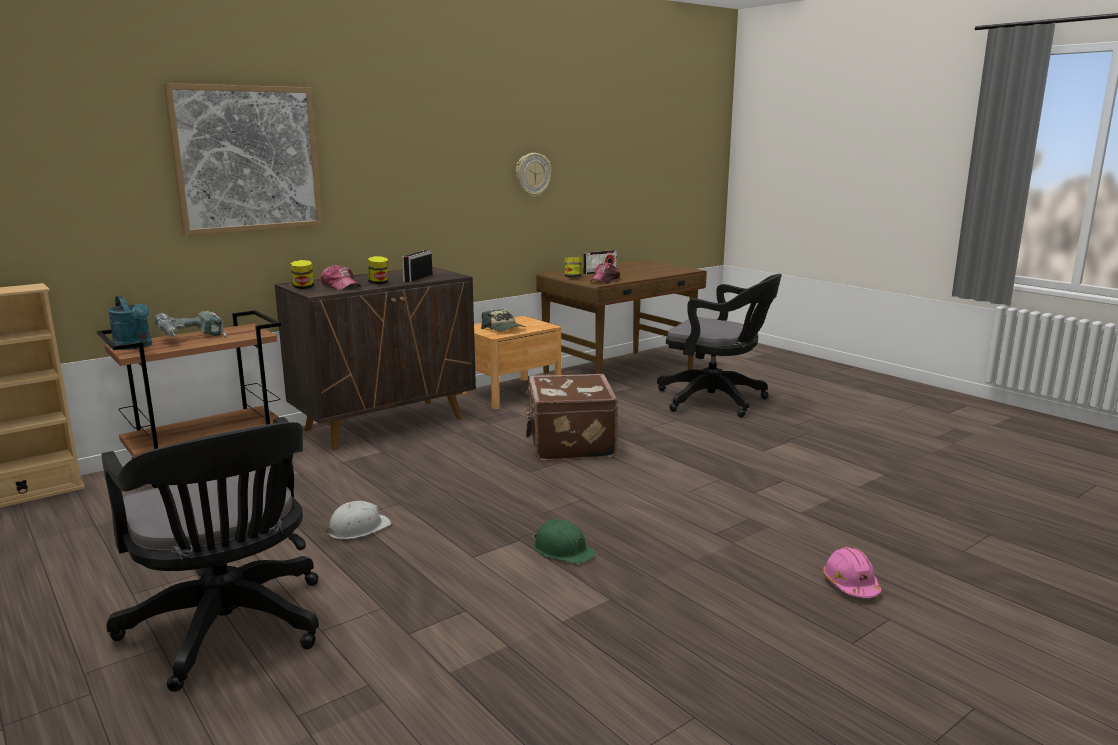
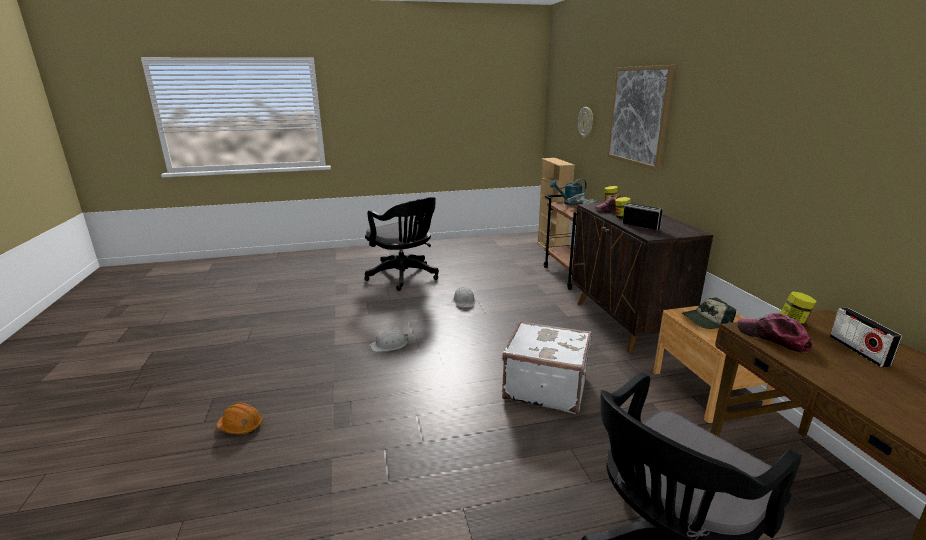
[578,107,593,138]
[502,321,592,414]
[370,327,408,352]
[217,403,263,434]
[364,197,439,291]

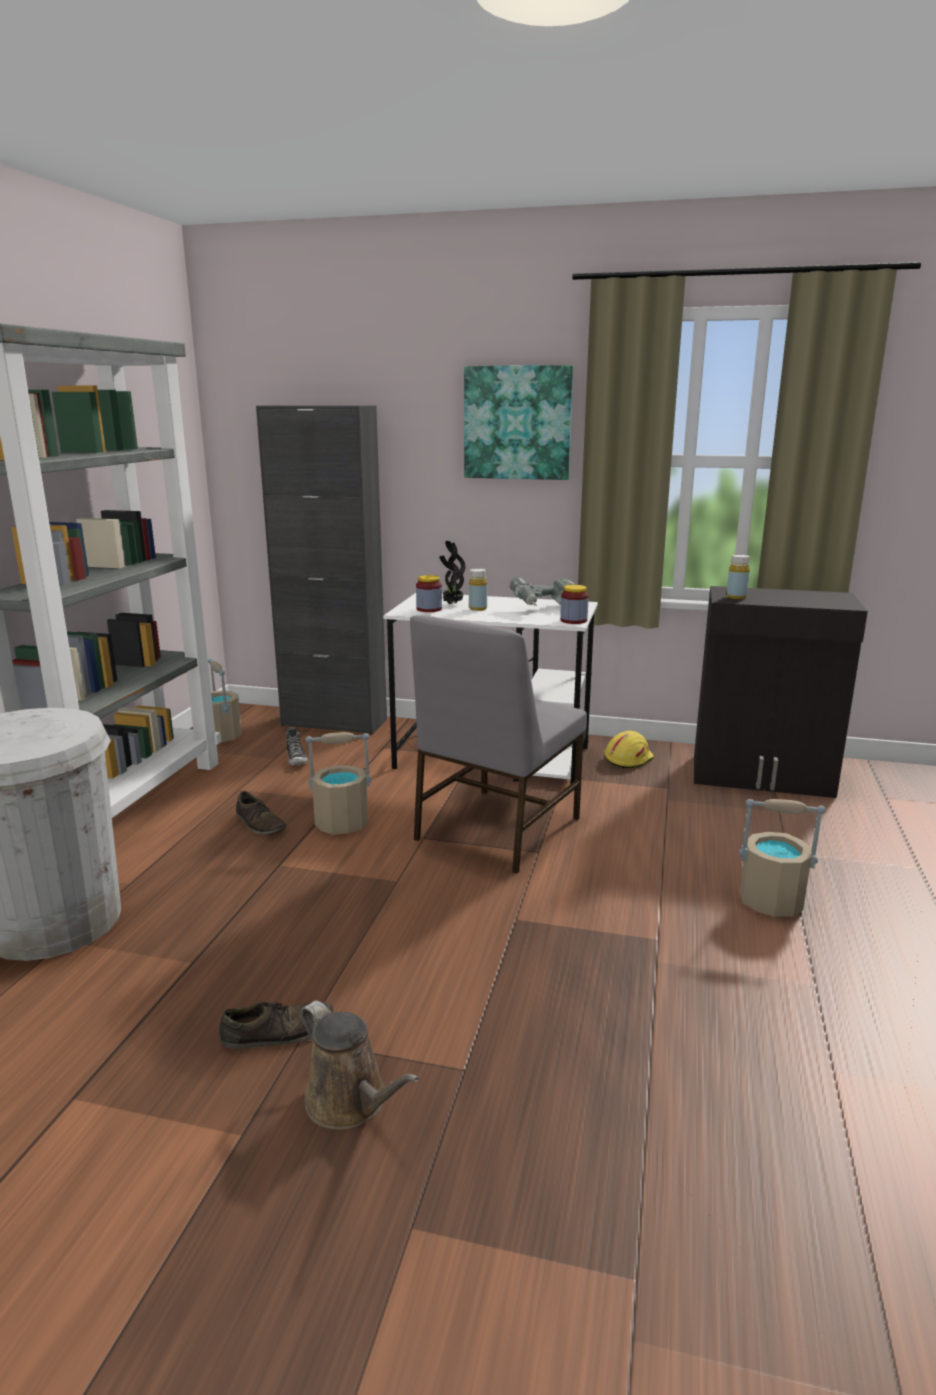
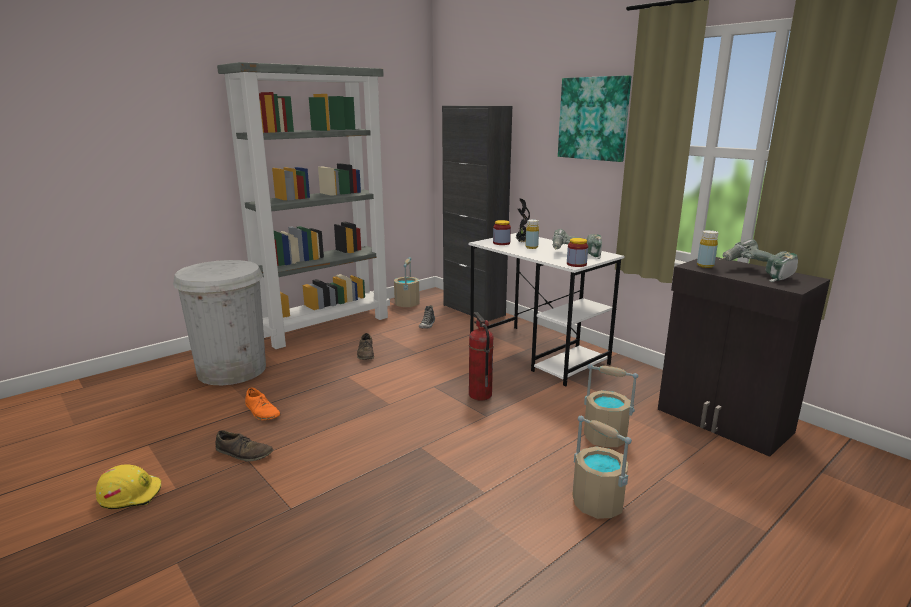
[301,1001,419,1130] (first image)
[245,387,281,420]
[719,239,798,282]
[584,364,638,447]
[96,464,161,509]
[469,312,494,401]

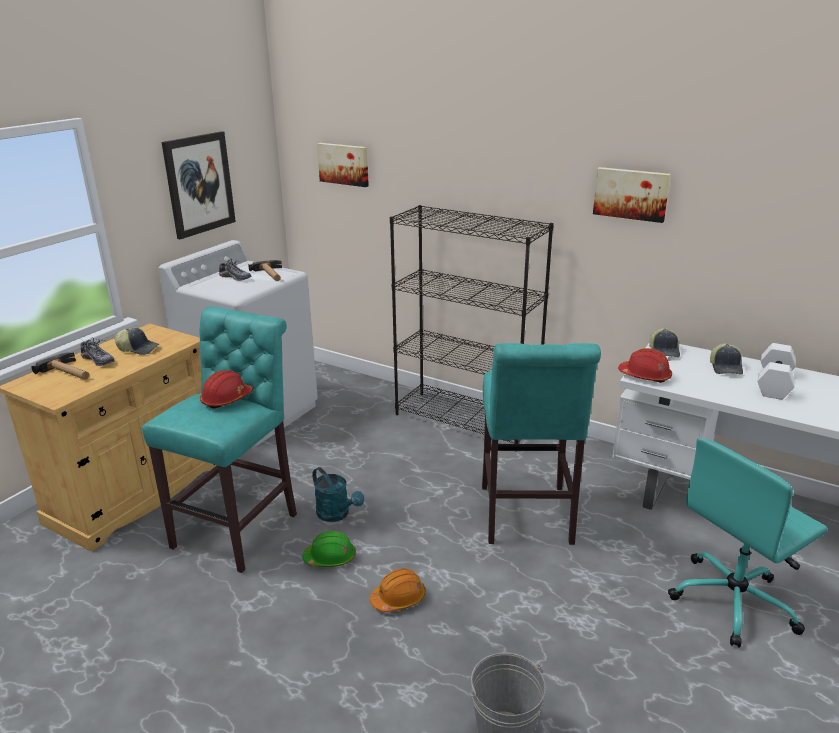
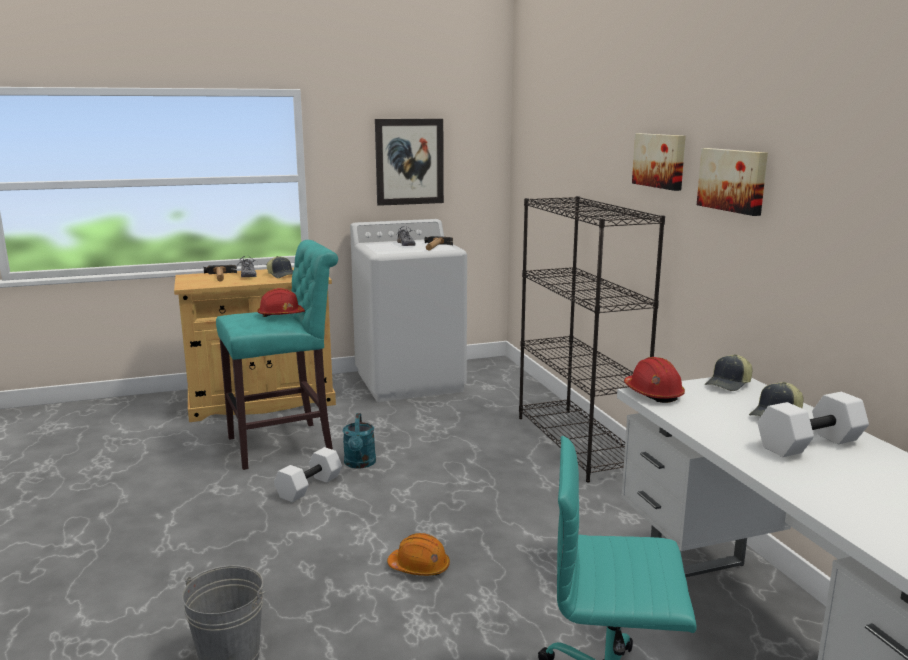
[482,343,601,545] (first image)
[632,133,686,191]
[387,533,450,576]
[274,447,342,502]

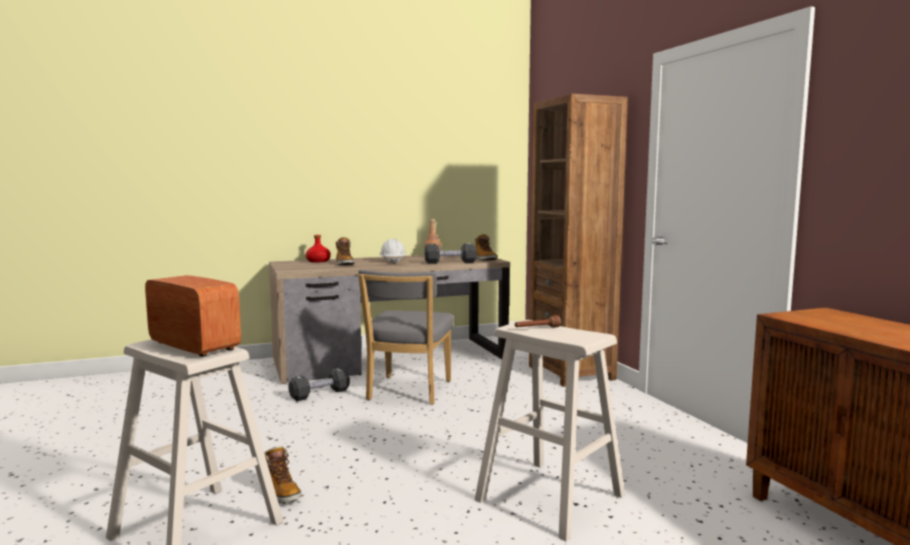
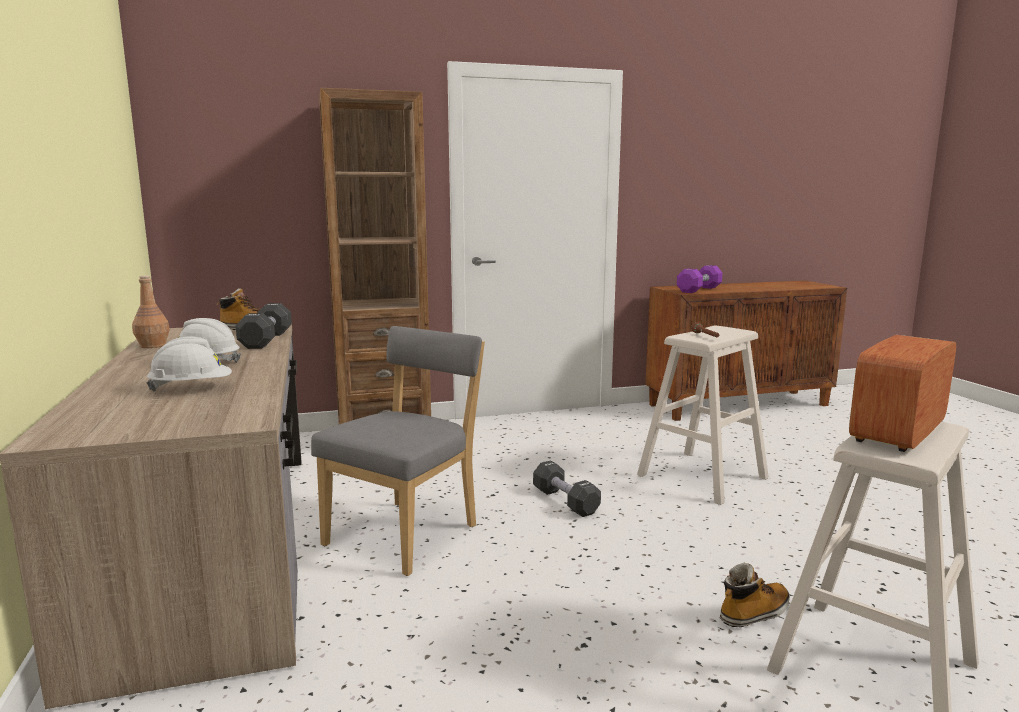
[306,235,331,263] (first image)
[677,265,723,293]
[533,461,601,517]
[146,336,232,392]
[311,326,485,576]

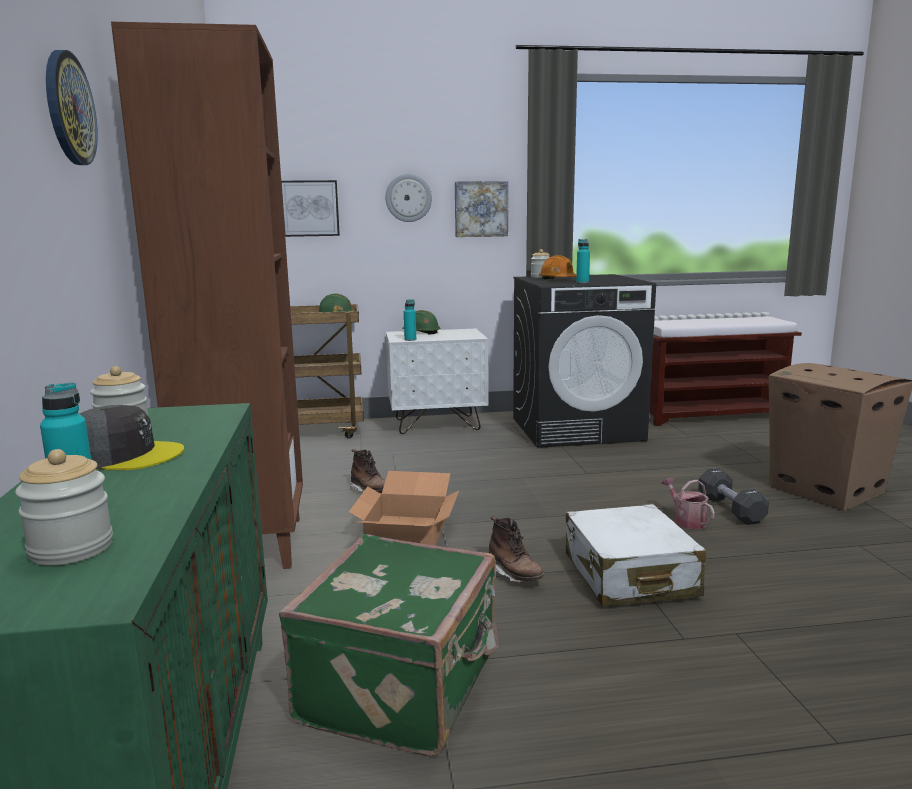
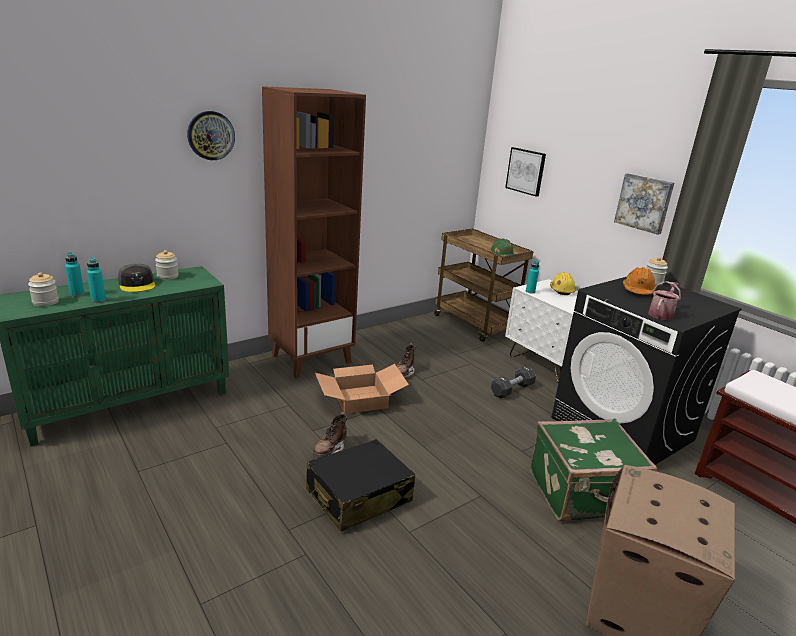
[386,174,432,222] (first image)
[530,418,657,522]
[87,257,106,303]
[648,281,681,320]
[491,366,536,399]
[550,272,576,295]
[306,439,415,532]

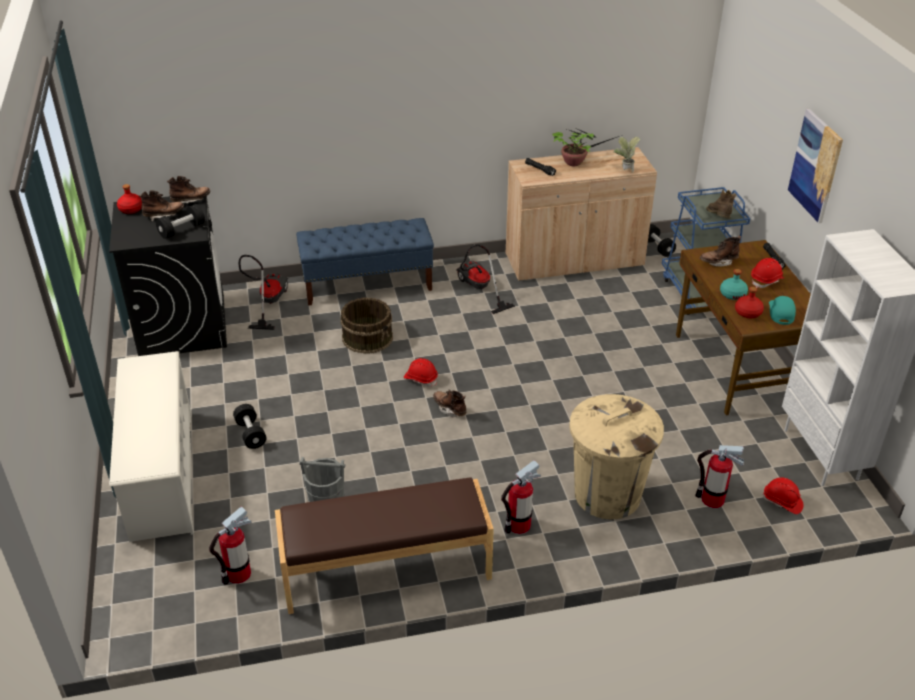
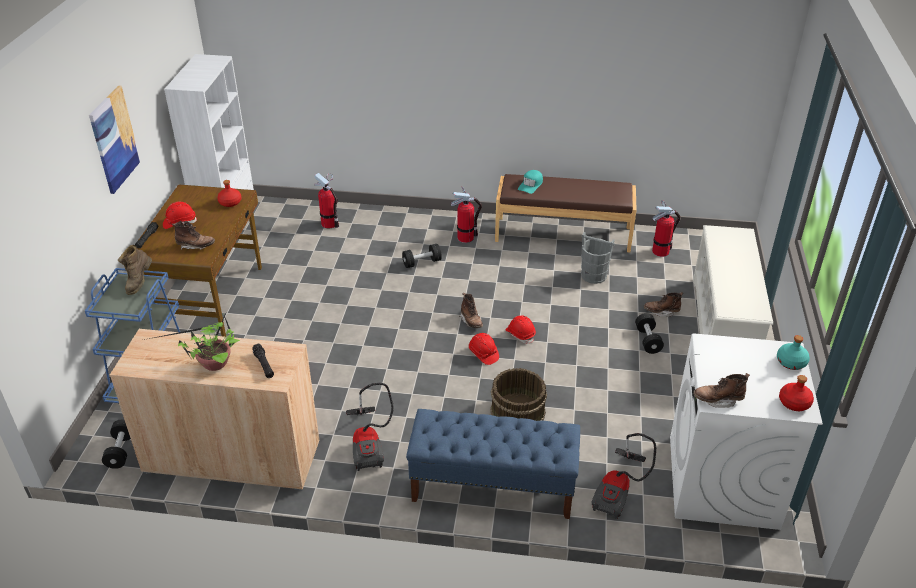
[569,394,664,519] (first image)
[613,137,640,173] (first image)
[644,292,683,317]
[402,244,442,268]
[777,335,810,370]
[505,315,536,344]
[518,170,543,194]
[670,333,823,530]

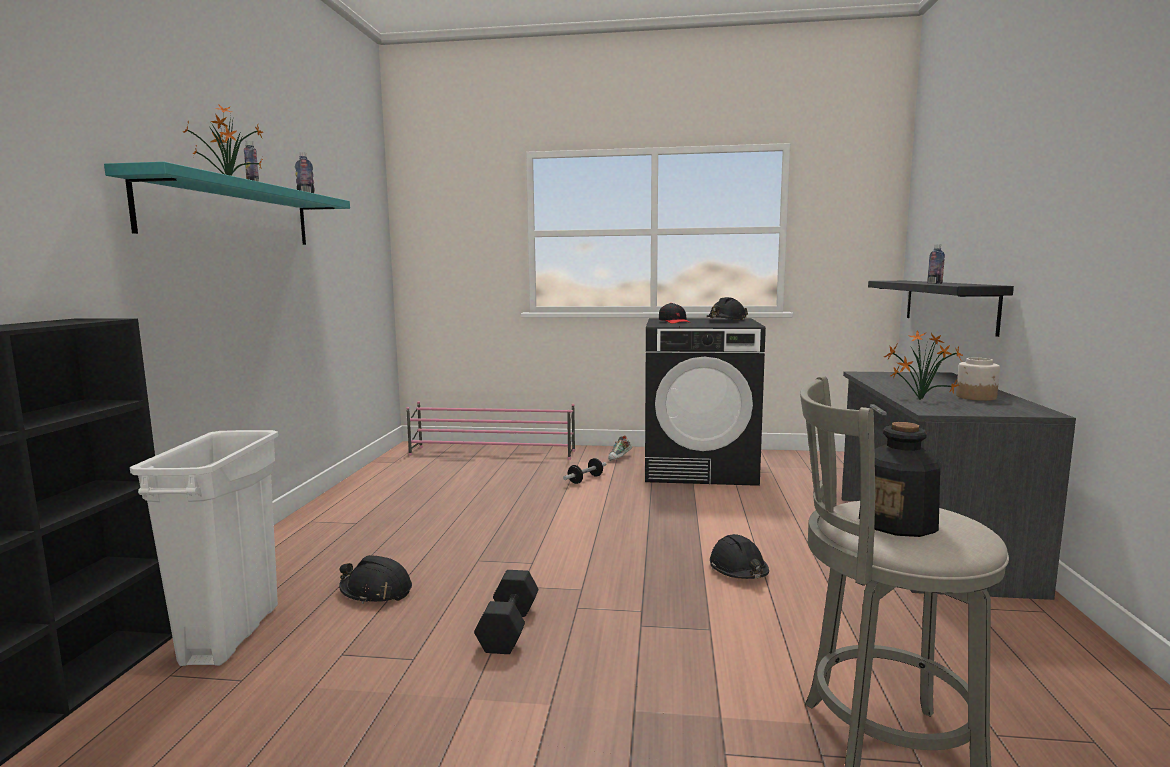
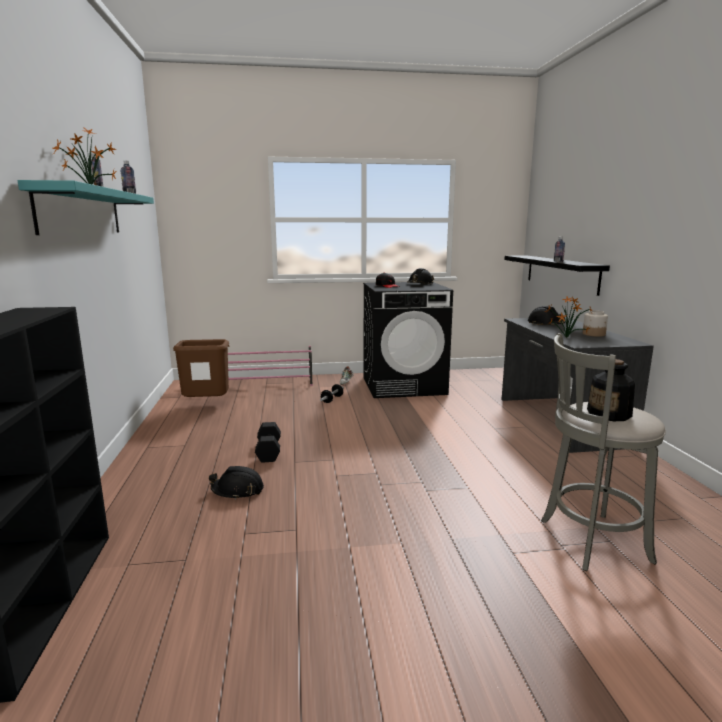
[130,430,278,666] (first image)
[173,339,230,397]
[255,422,281,463]
[528,306,565,325]

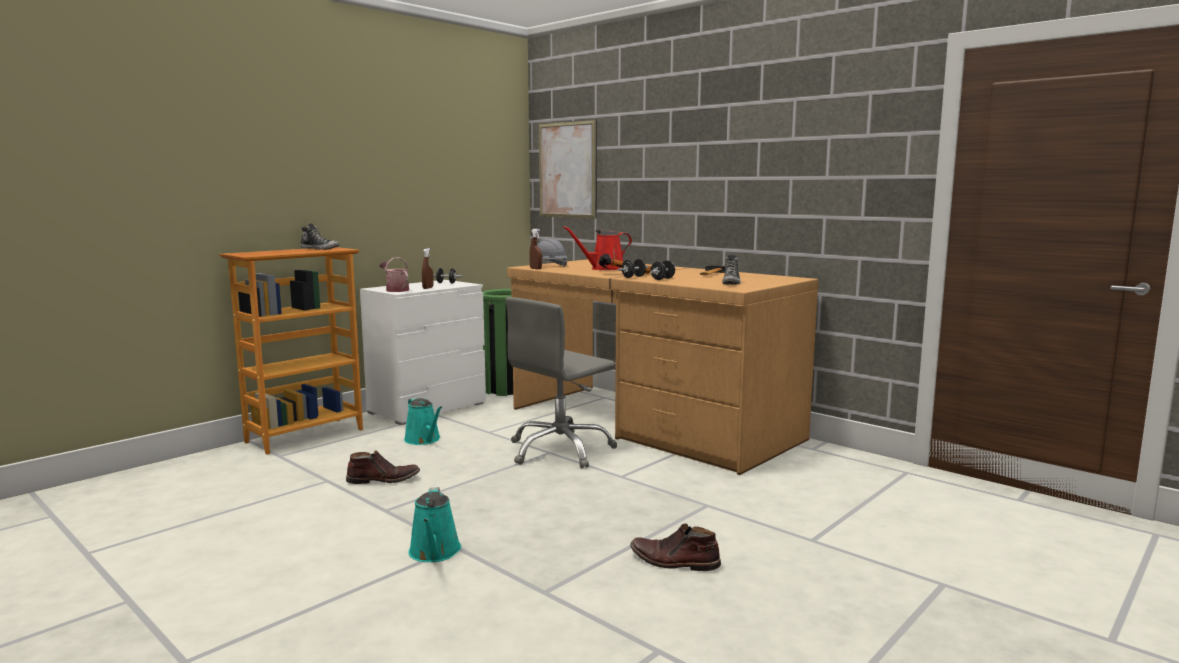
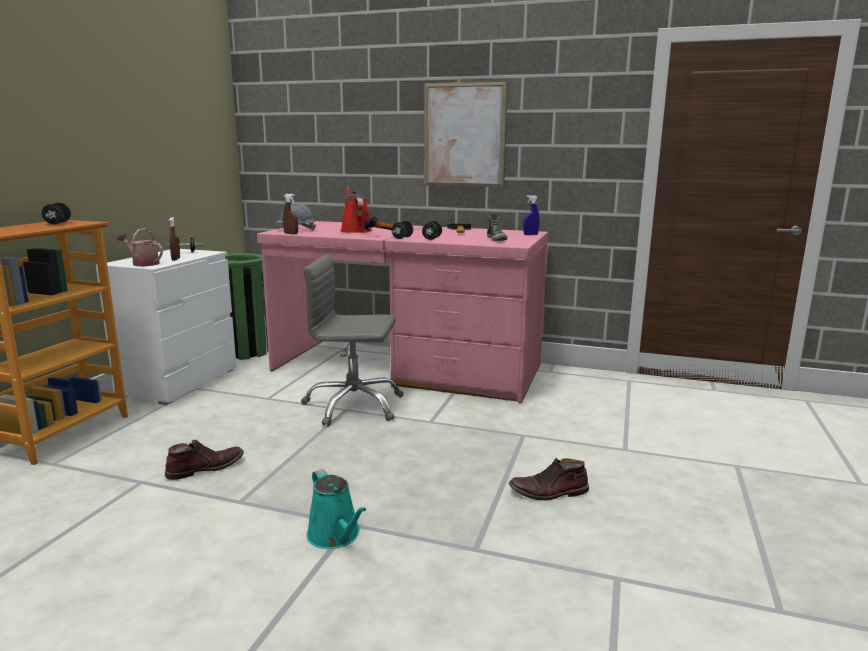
[404,397,442,445] (first image)
[523,195,539,235]
[424,81,508,187]
[42,202,71,224]
[257,221,548,404]
[301,255,404,426]
[340,187,372,233]

